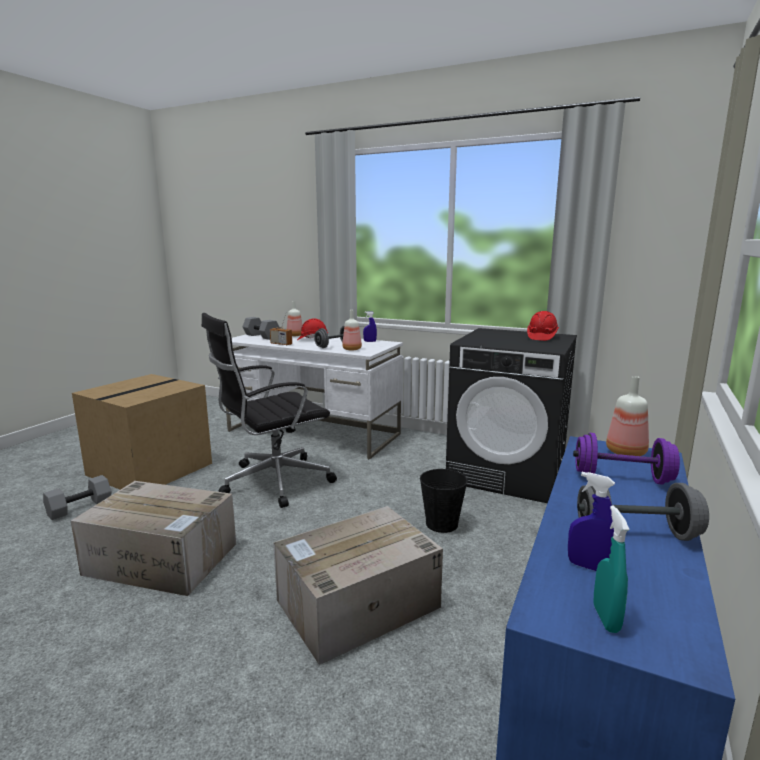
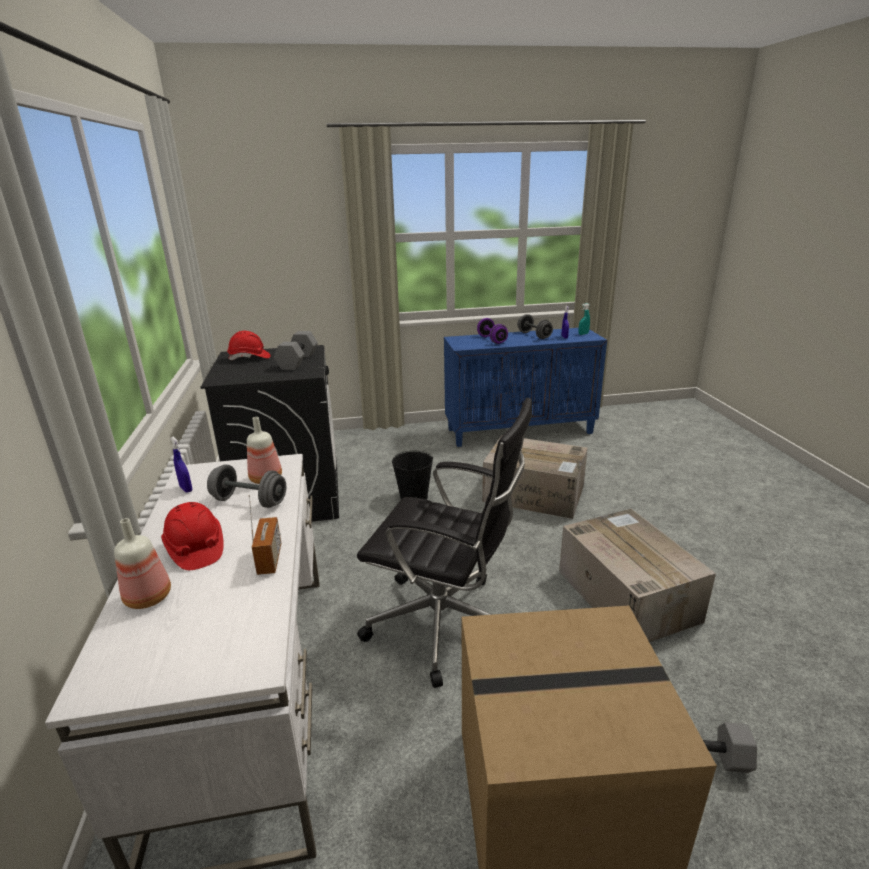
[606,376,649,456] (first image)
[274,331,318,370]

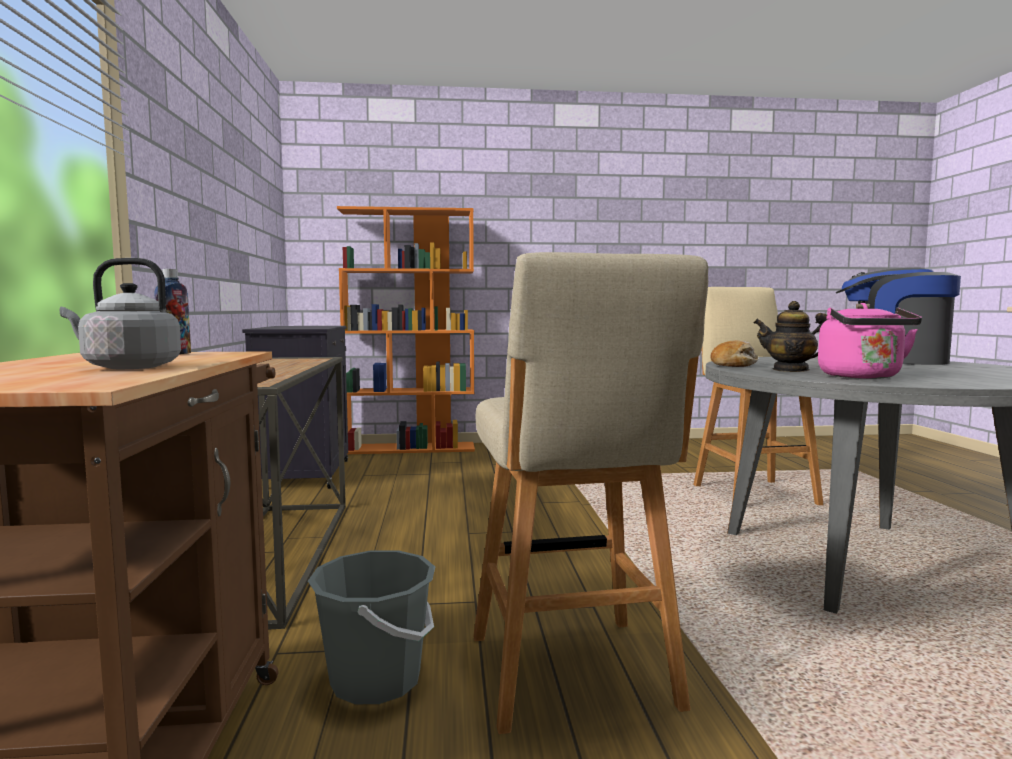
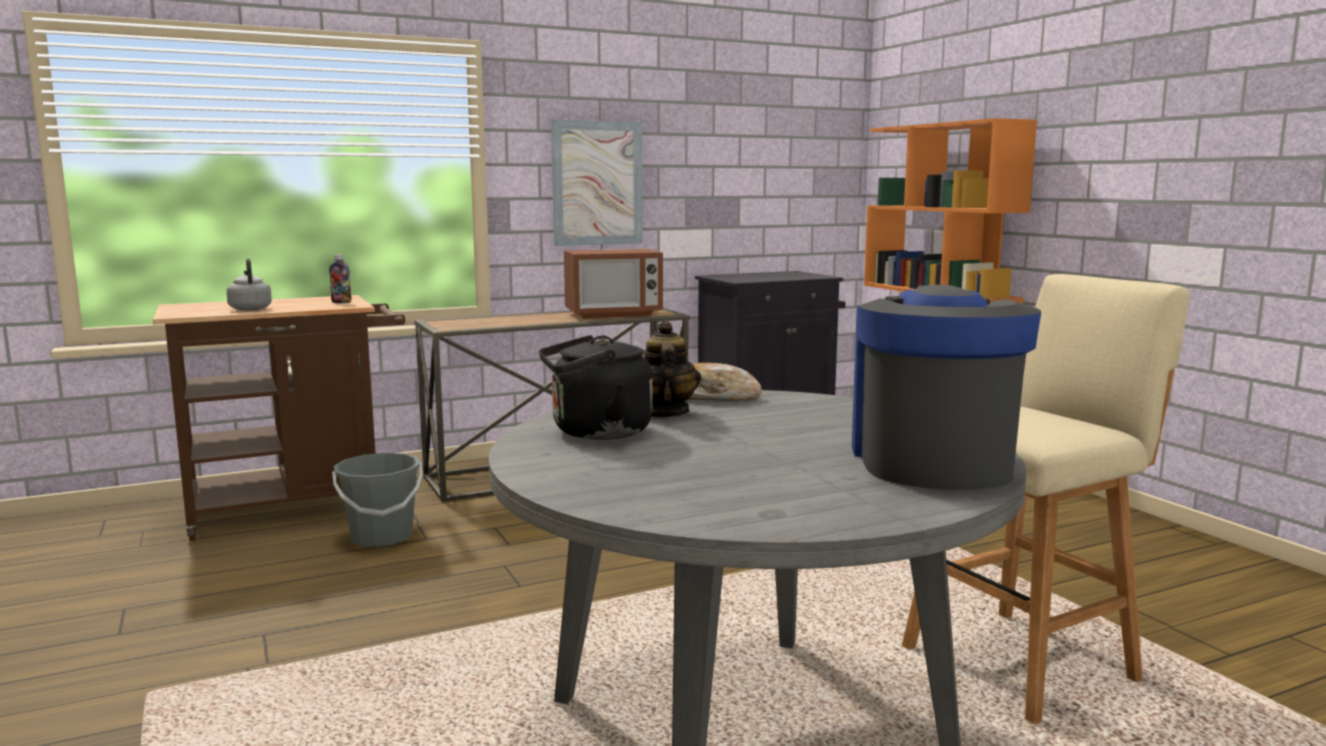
[473,252,708,734] (first image)
[551,120,643,246]
[564,249,663,318]
[539,335,653,440]

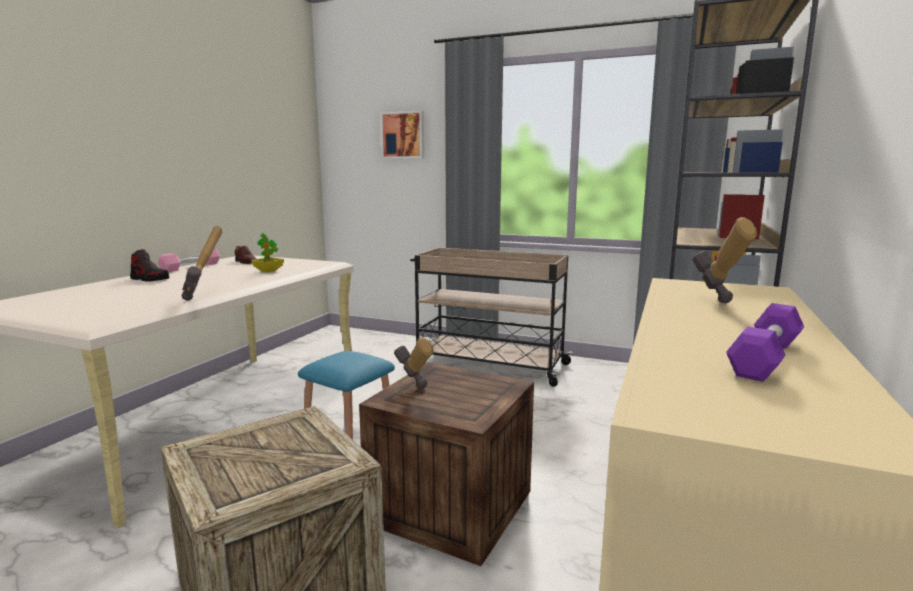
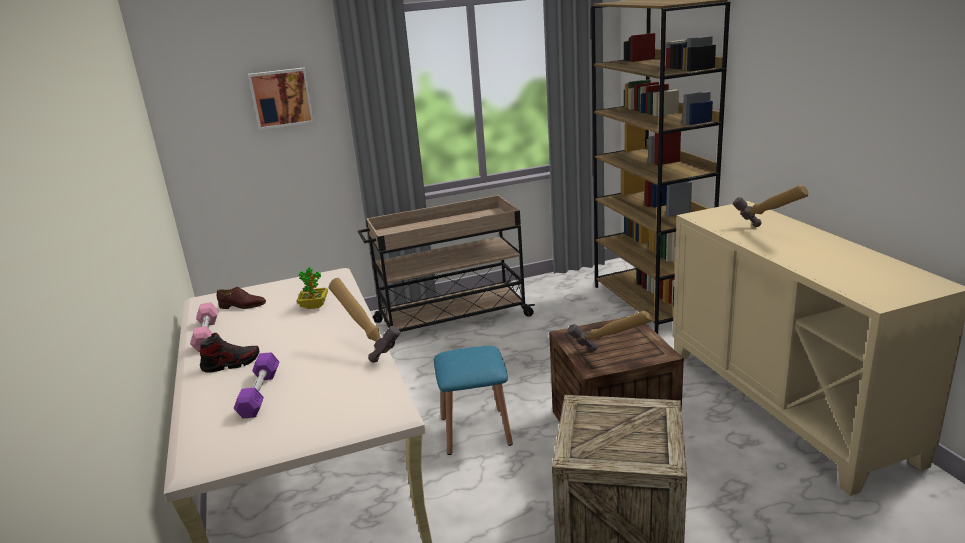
[234,352,279,418]

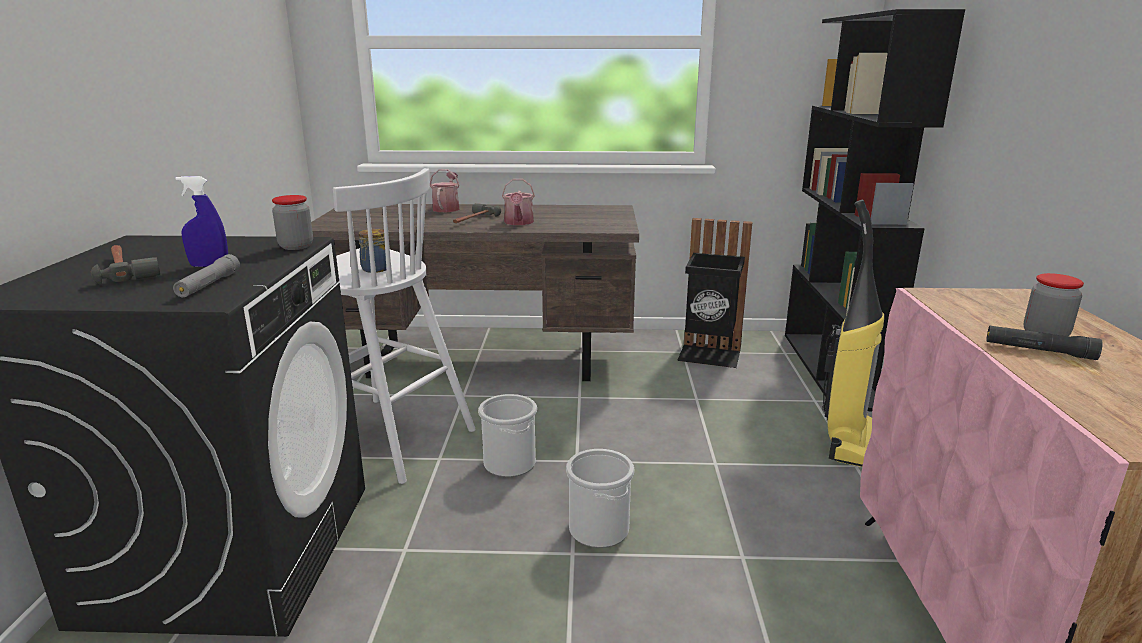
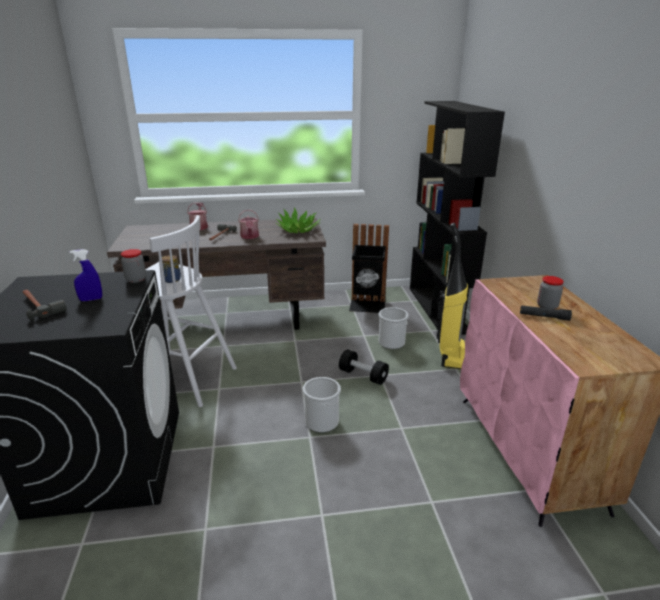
[173,254,240,298] (first image)
[276,207,320,233]
[339,349,389,385]
[378,307,409,349]

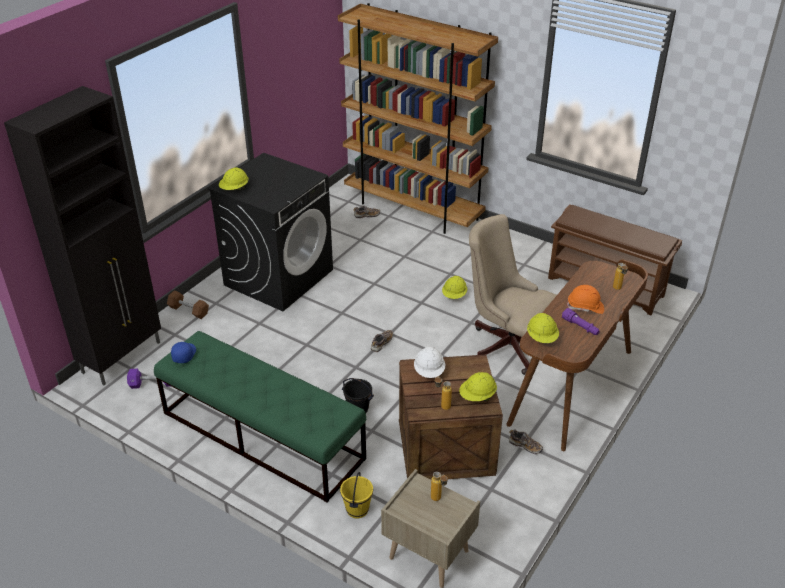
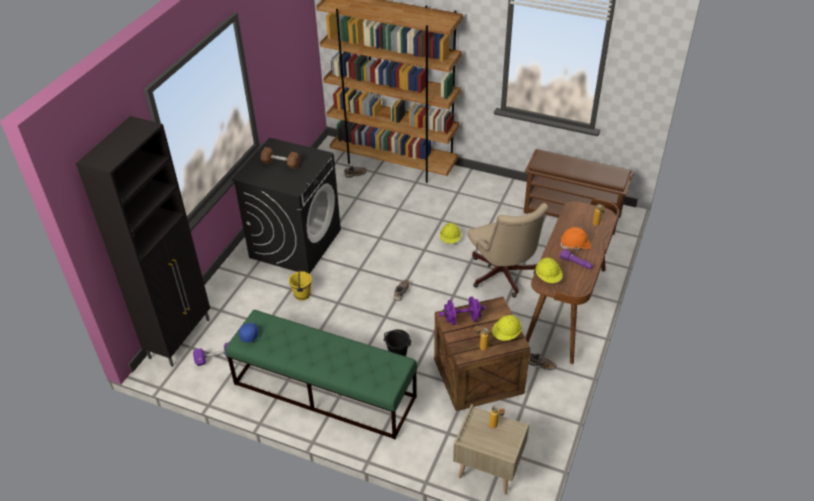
[219,167,249,190] (first image)
[261,147,300,169]
[289,268,312,301]
[439,296,486,325]
[468,203,548,298]

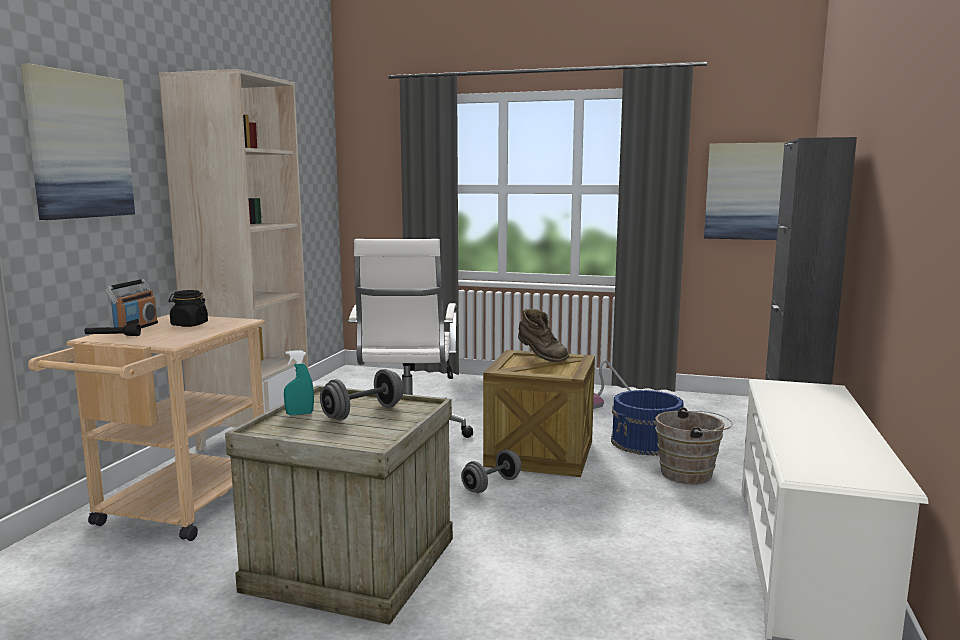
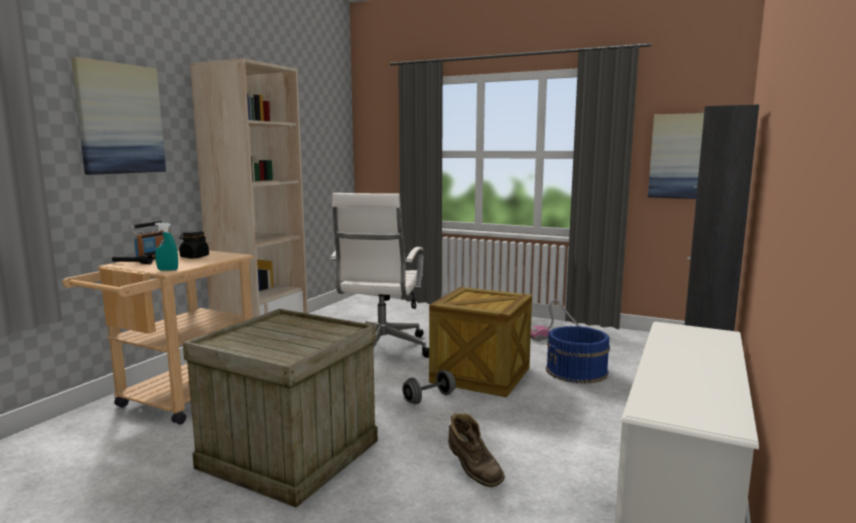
[320,369,403,420] (first image)
[655,407,733,484] (first image)
[155,223,178,271]
[448,413,505,488]

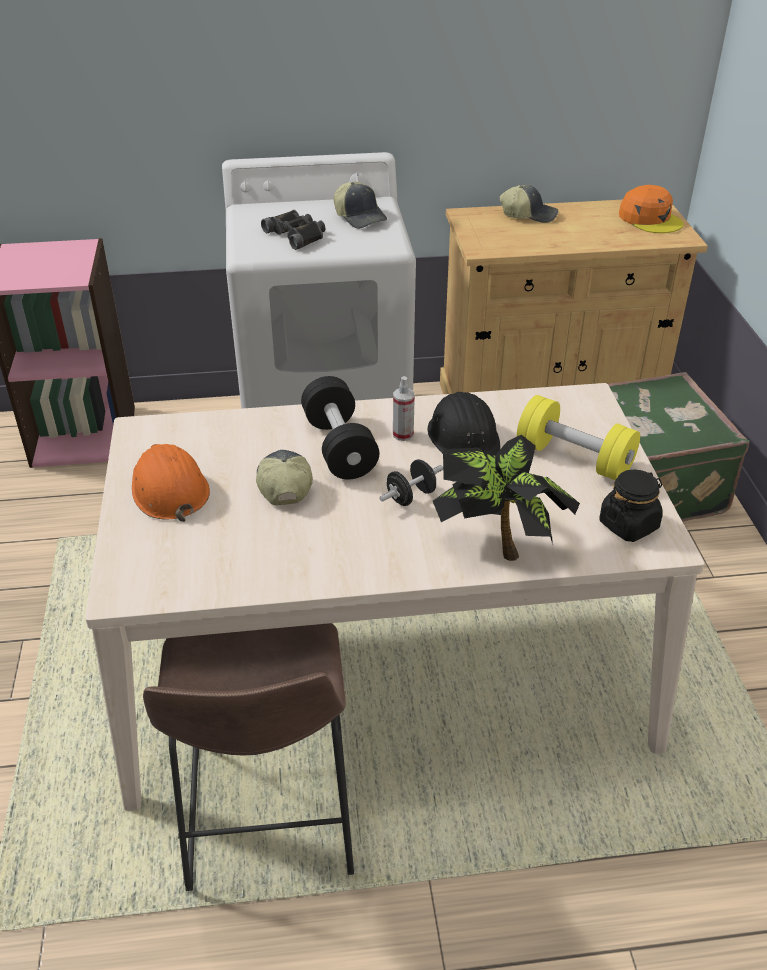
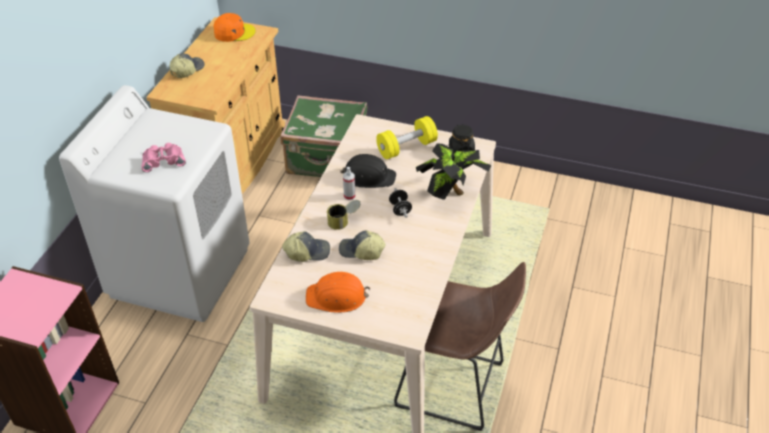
[282,231,330,262]
[327,200,360,230]
[142,143,186,172]

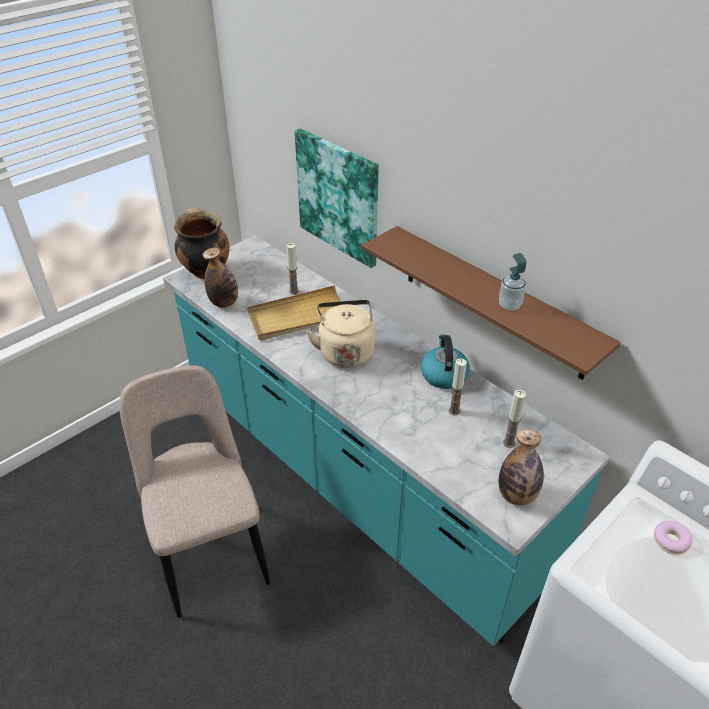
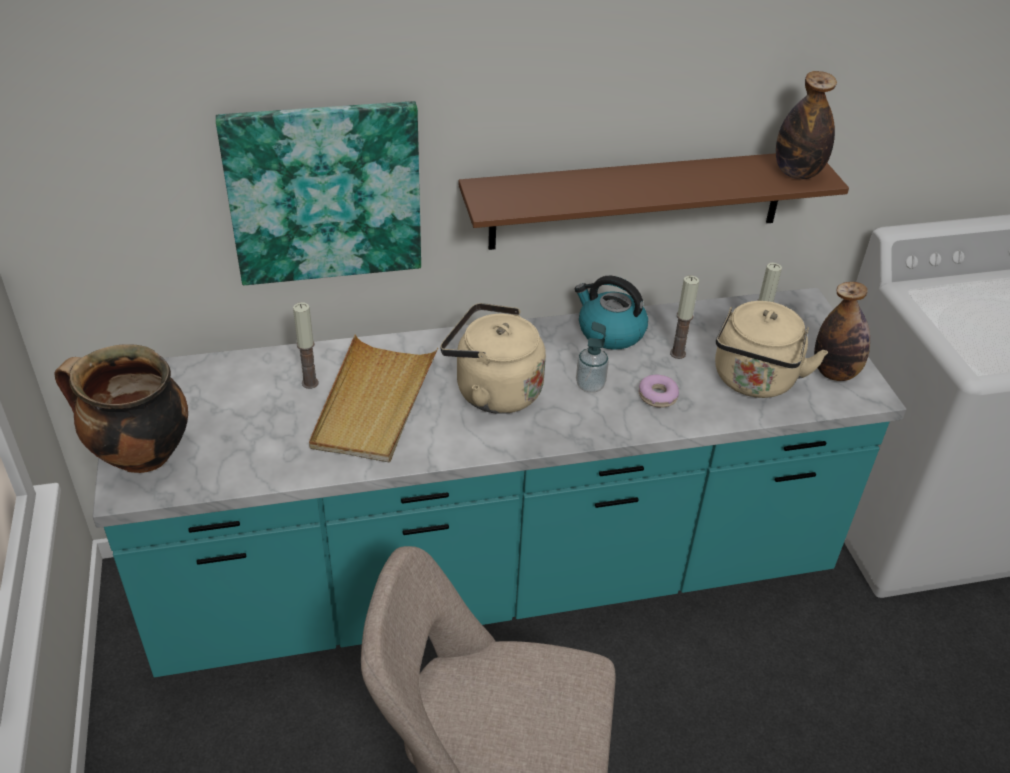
[715,301,828,398]
[776,71,837,179]
[576,322,609,393]
[639,375,679,408]

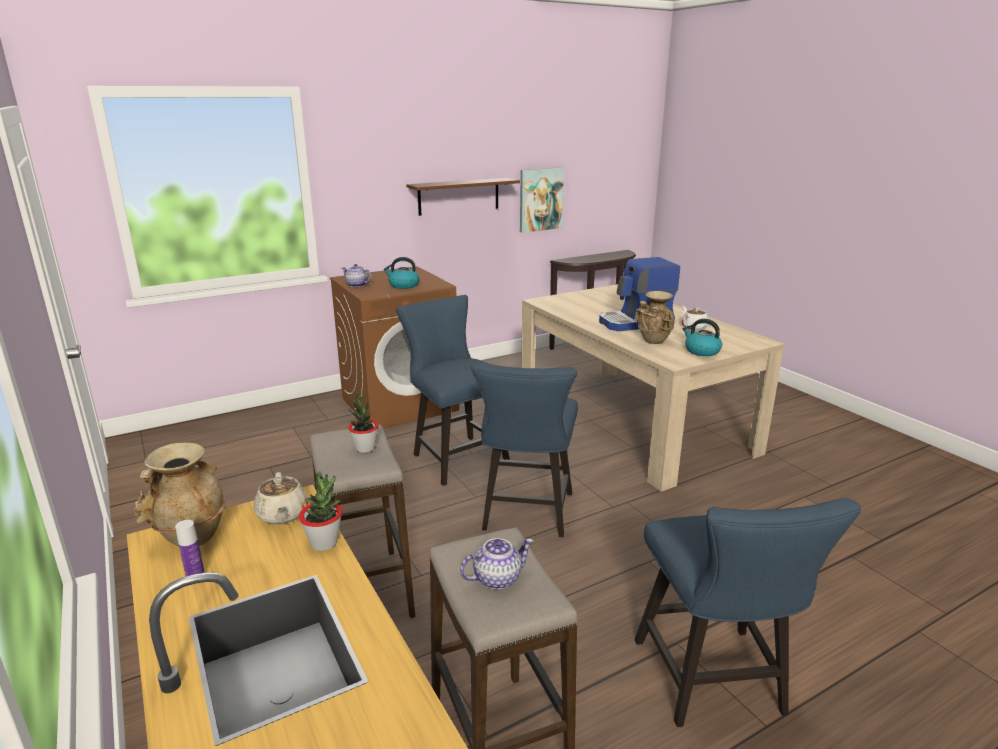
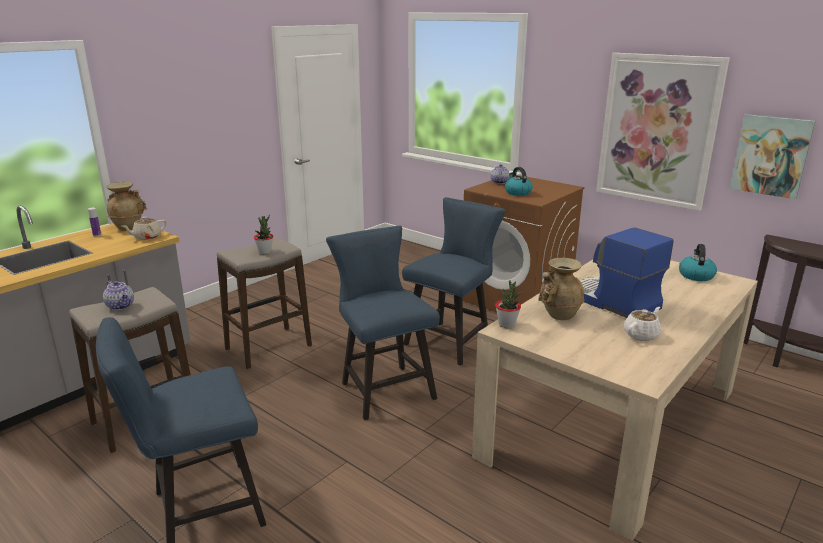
[495,280,521,328]
[679,244,717,281]
[596,53,730,211]
[326,226,440,420]

